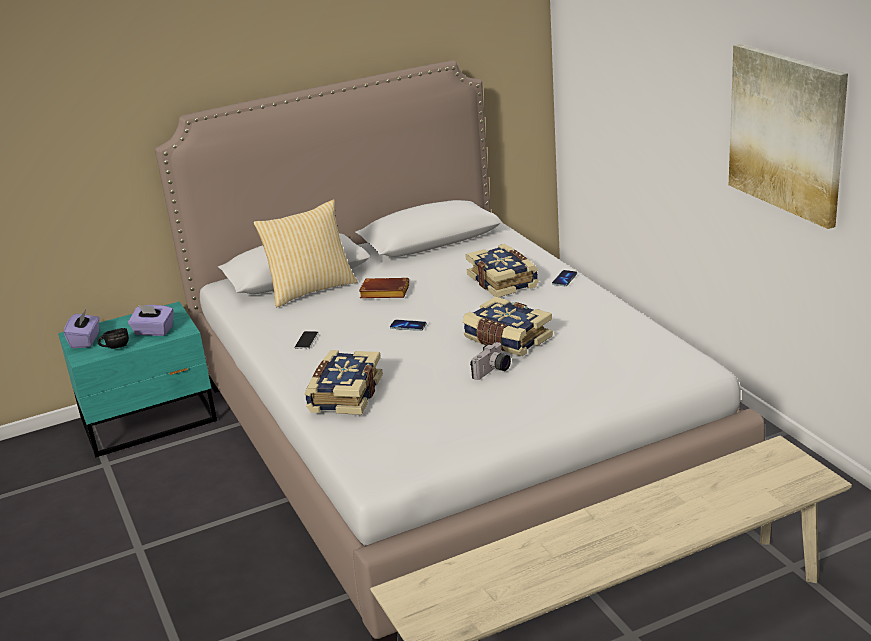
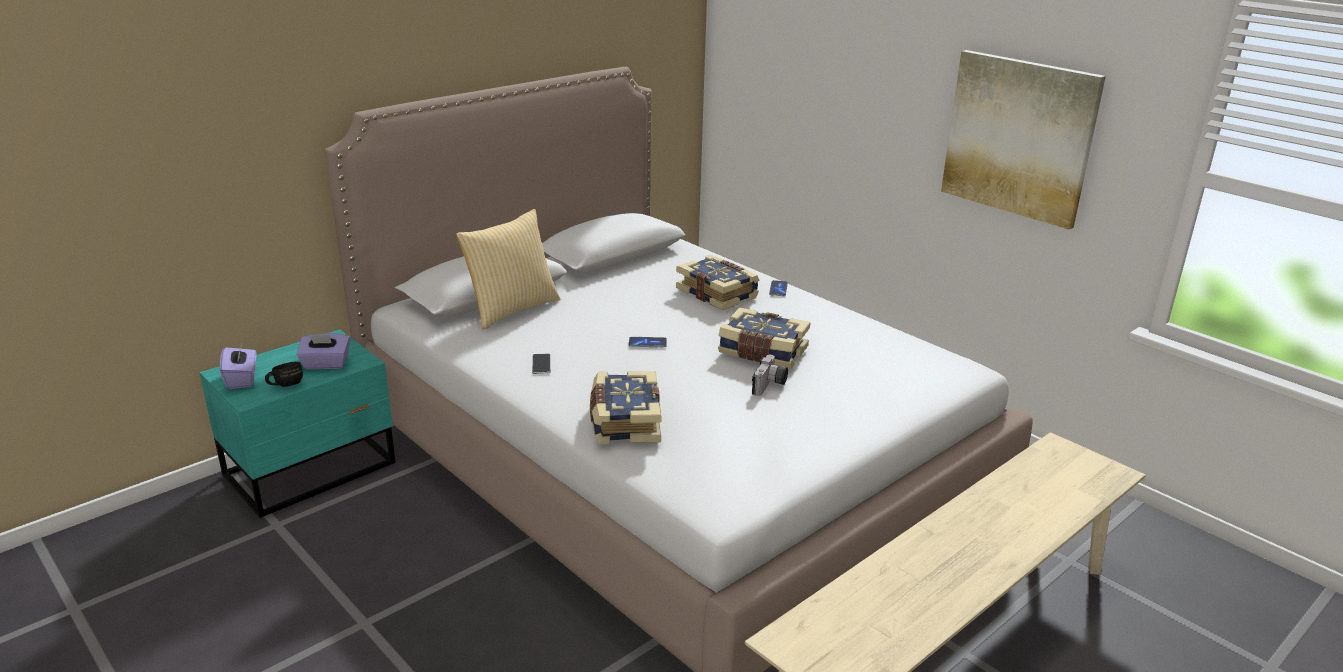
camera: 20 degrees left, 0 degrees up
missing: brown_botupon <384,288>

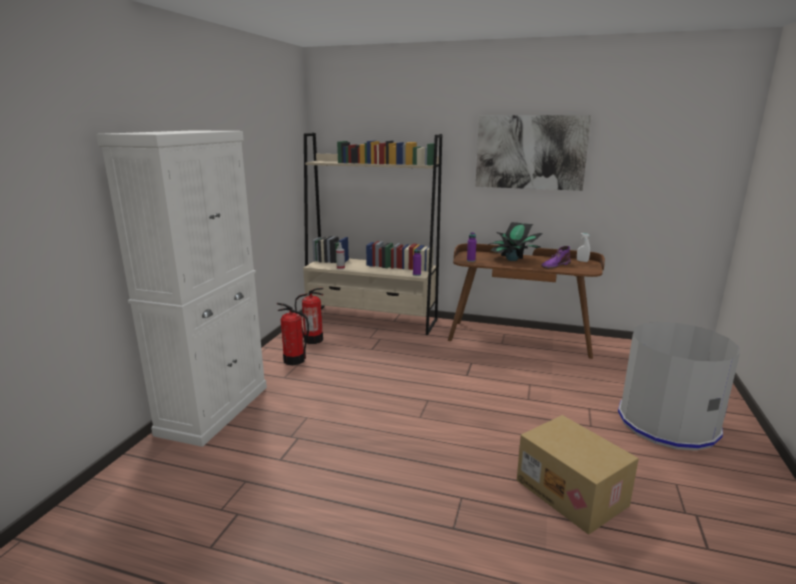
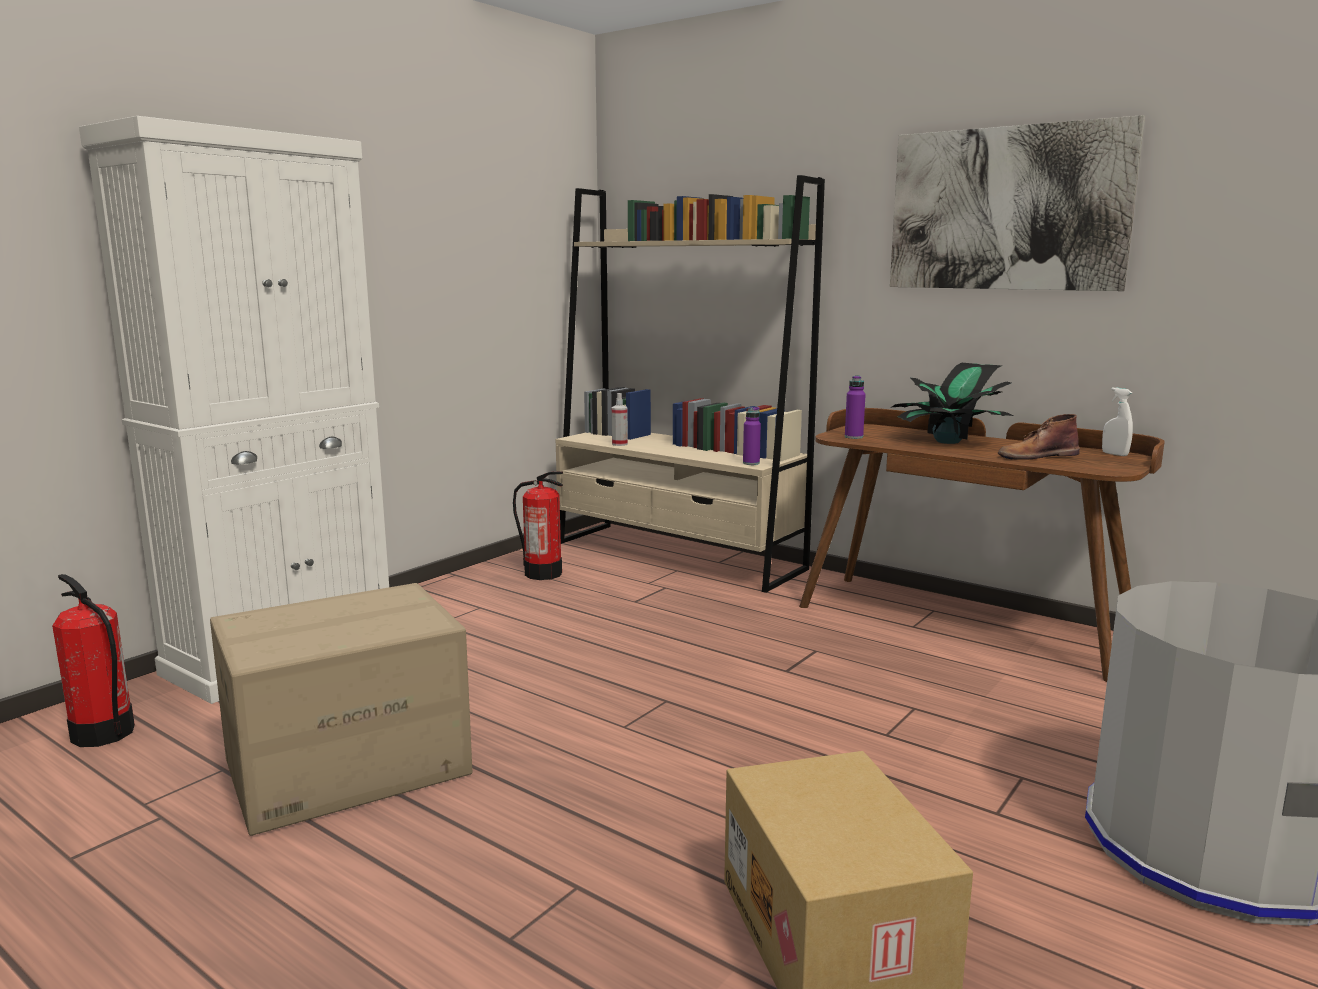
camera: 20 degrees right, 5 degrees down
appeared: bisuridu <341,709>
relocated: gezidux <293,334> to <93,660>
colour: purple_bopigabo <556,257> to brown_bopigabo <1039,437>

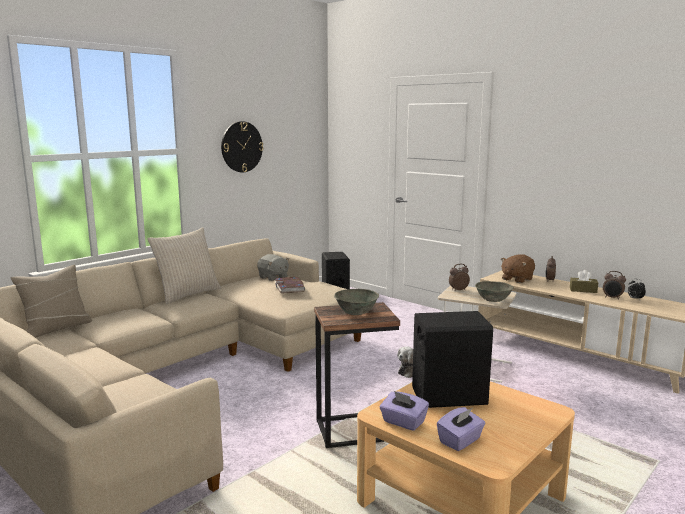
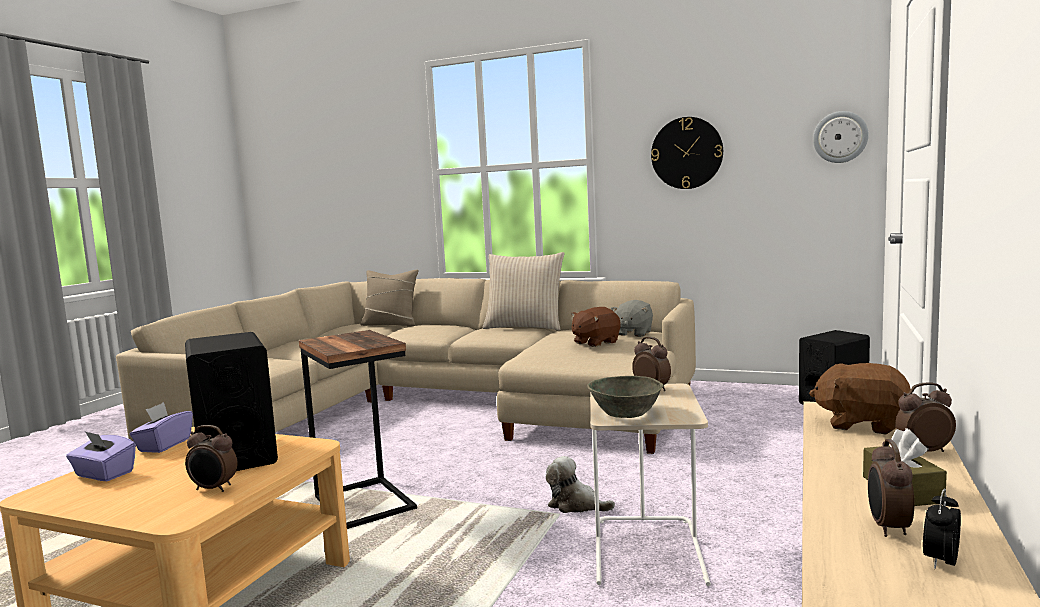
camera: 70 degrees right, 5 degrees down
missing: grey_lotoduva <356,302>
appeared: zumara <841,137>; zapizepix <211,458>
exchanged: botupon <289,285> to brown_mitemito <596,327>

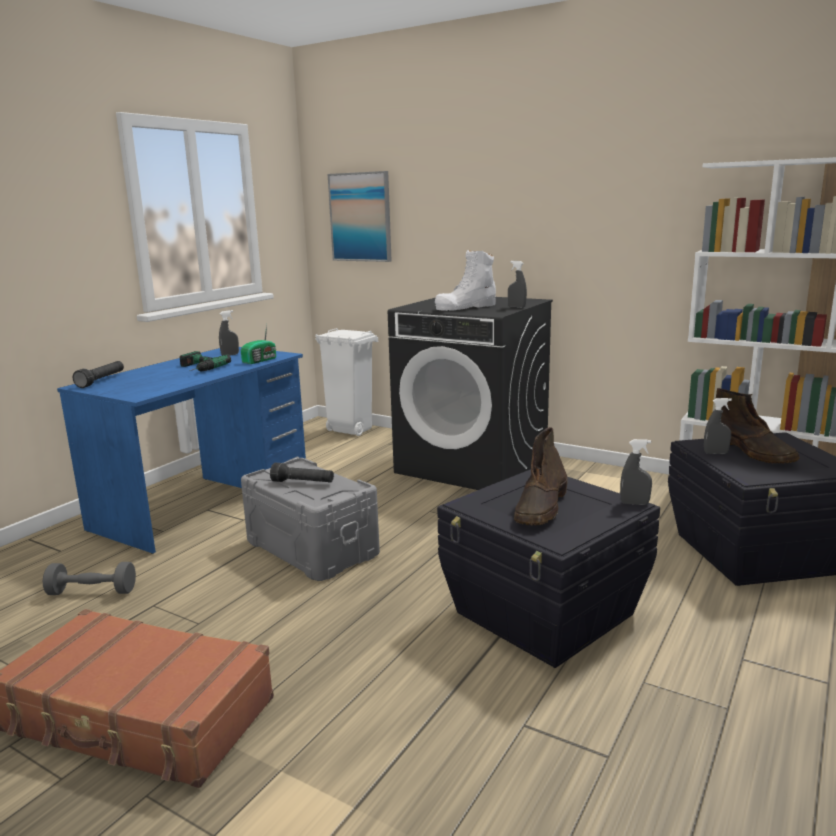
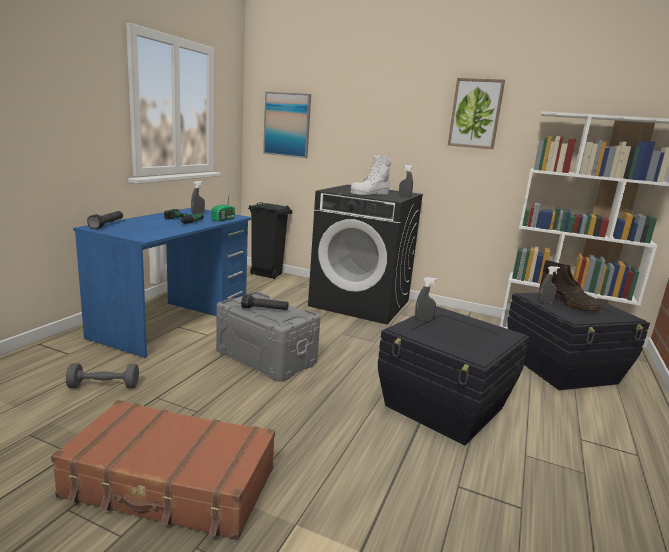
camera: 10 degrees left, 0 degrees up
missing: brown_bopigabo <541,476>
appeared: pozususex <476,113>
relocated: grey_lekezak <636,472> to <426,299>
colour: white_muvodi <346,382> to black_muvodi <270,240>

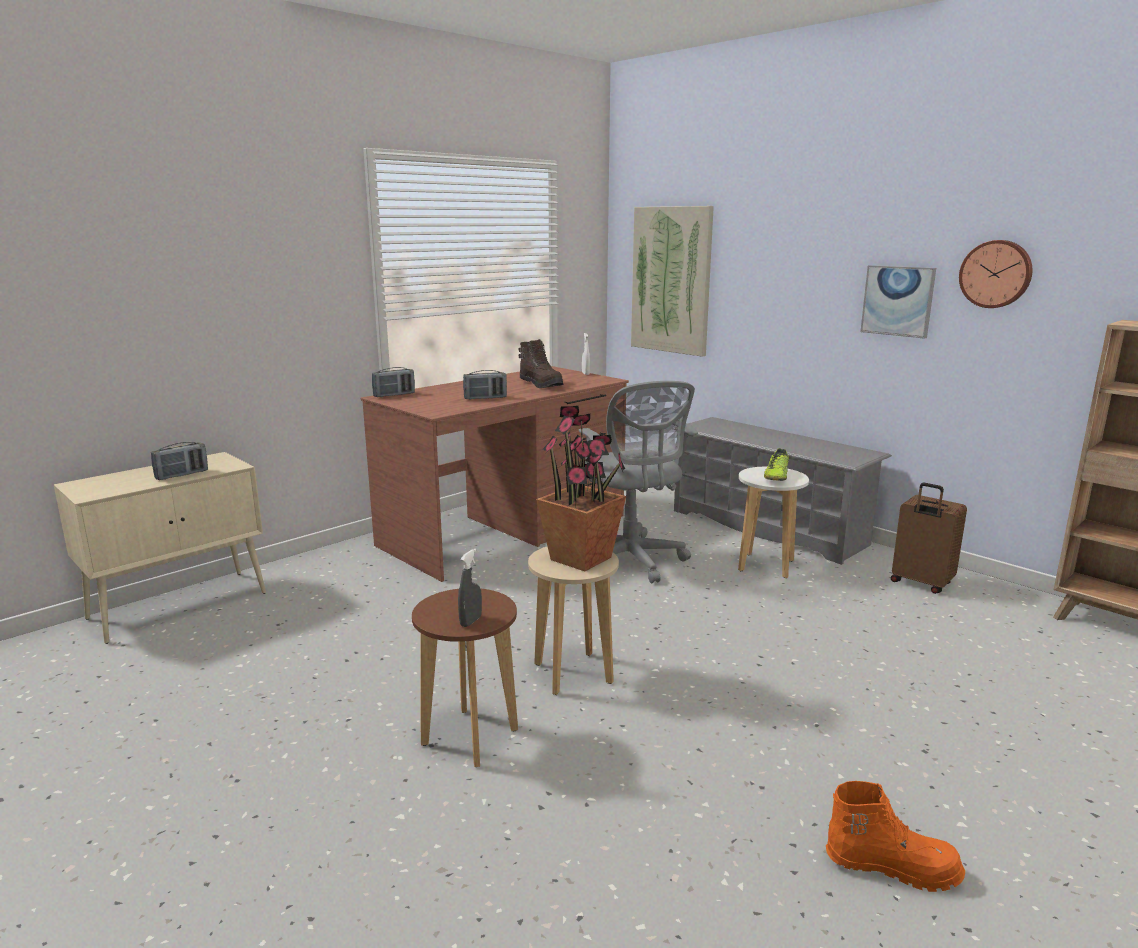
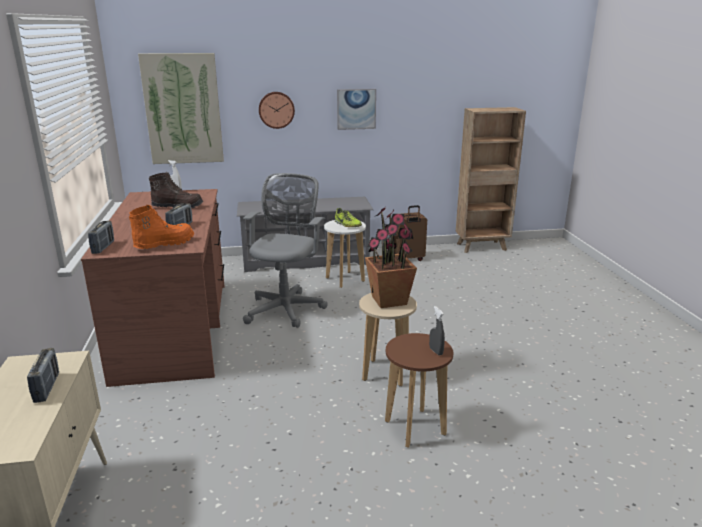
camera: 55 degrees left, 5 degrees up
relocated: zumara <995,274> to <277,110>; orange_bopigabo <895,836> to <161,227>
spun: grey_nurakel <638,482> = <285,250> 90 degrees counterclockwise

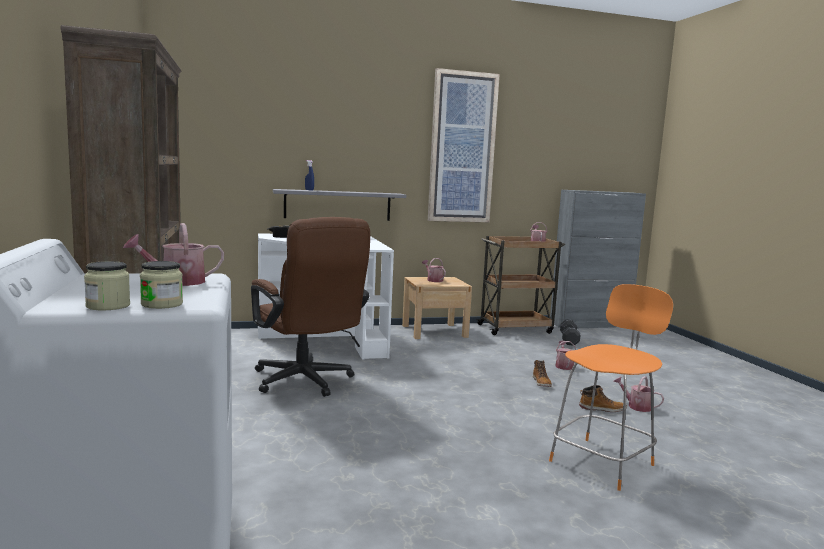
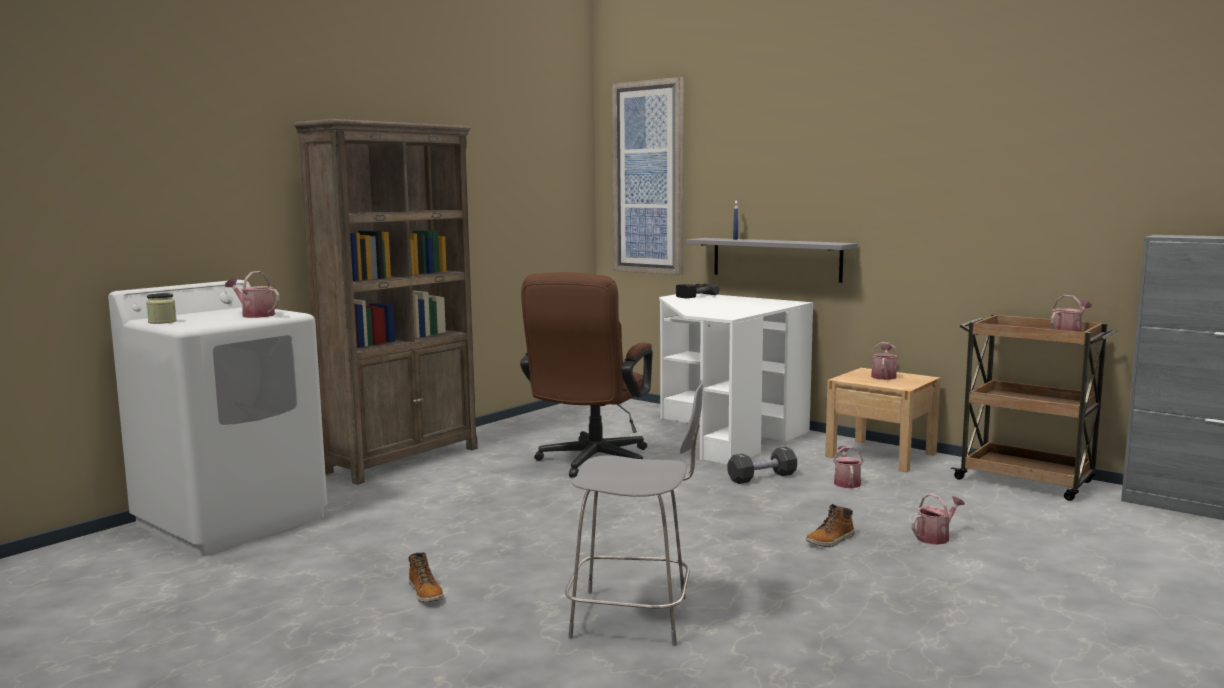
camera: 55 degrees right, 0 degrees up
missing: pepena <161,285>
relocated: pozususex <464,145> to <648,176>; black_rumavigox <570,333> to <762,465>; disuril <638,394> to <848,467>; bopigabo <603,398> to <426,577>
colour: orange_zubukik <611,387> to grey_zubukik <634,512>

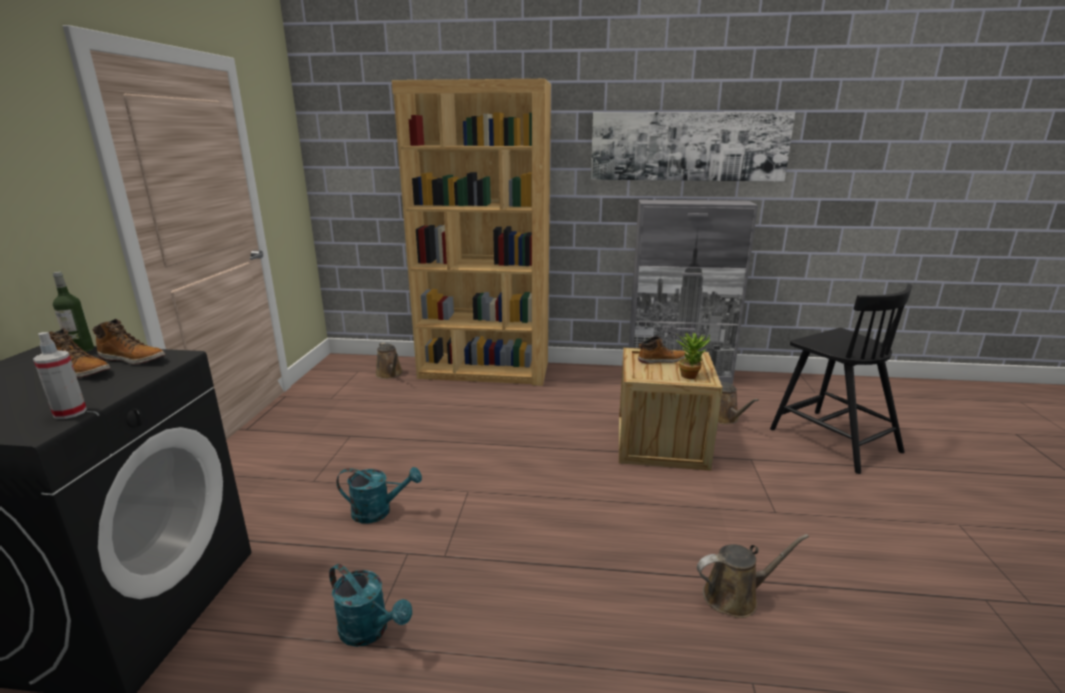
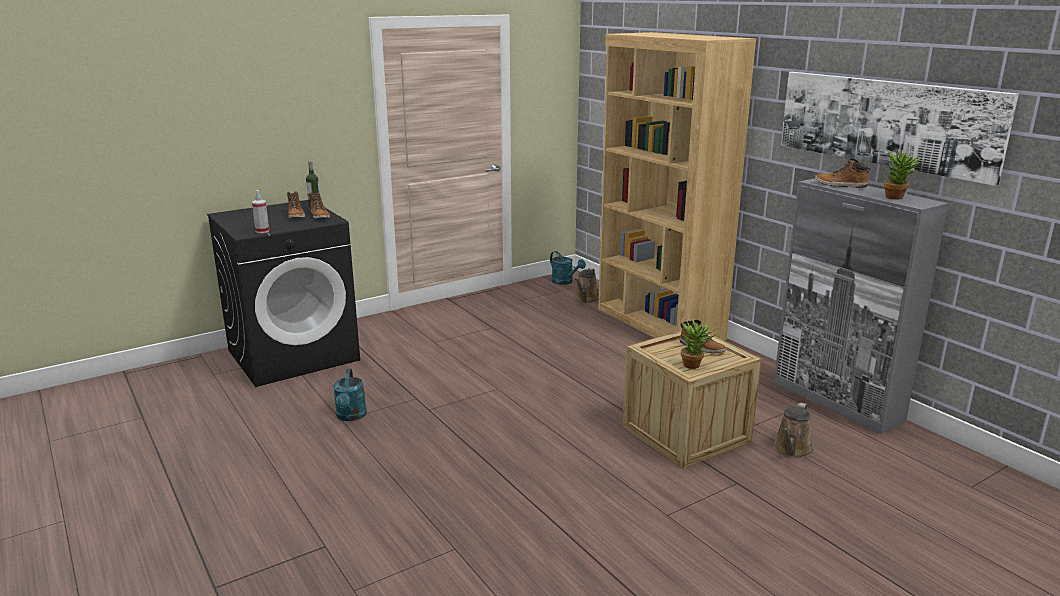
camera: 50 degrees right, 0 degrees up
missing: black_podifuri <841,379>; brown_disuril <753,576>
appeared: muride <905,174>; bopigabo <842,173>
relocated: turquoise_disuril <379,495> to <568,268>

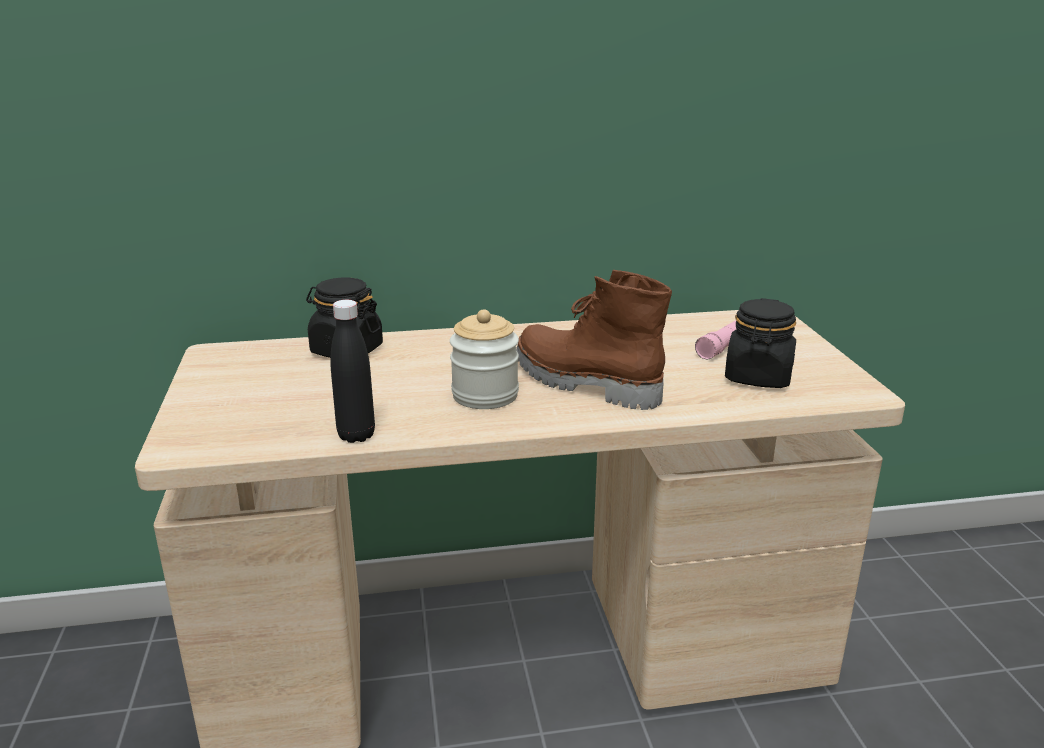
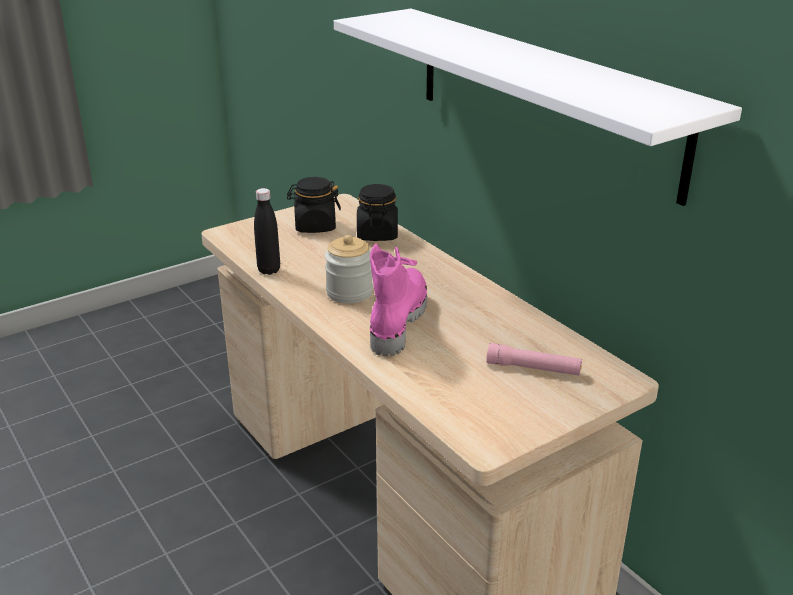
camera: 65 degrees right, 5 degrees up
appeared: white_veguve <538,107>
relocated: black_pepena <760,343> to <314,205>
colour: brown_bopigabo <594,340> to pink_bopigabo <398,300>

